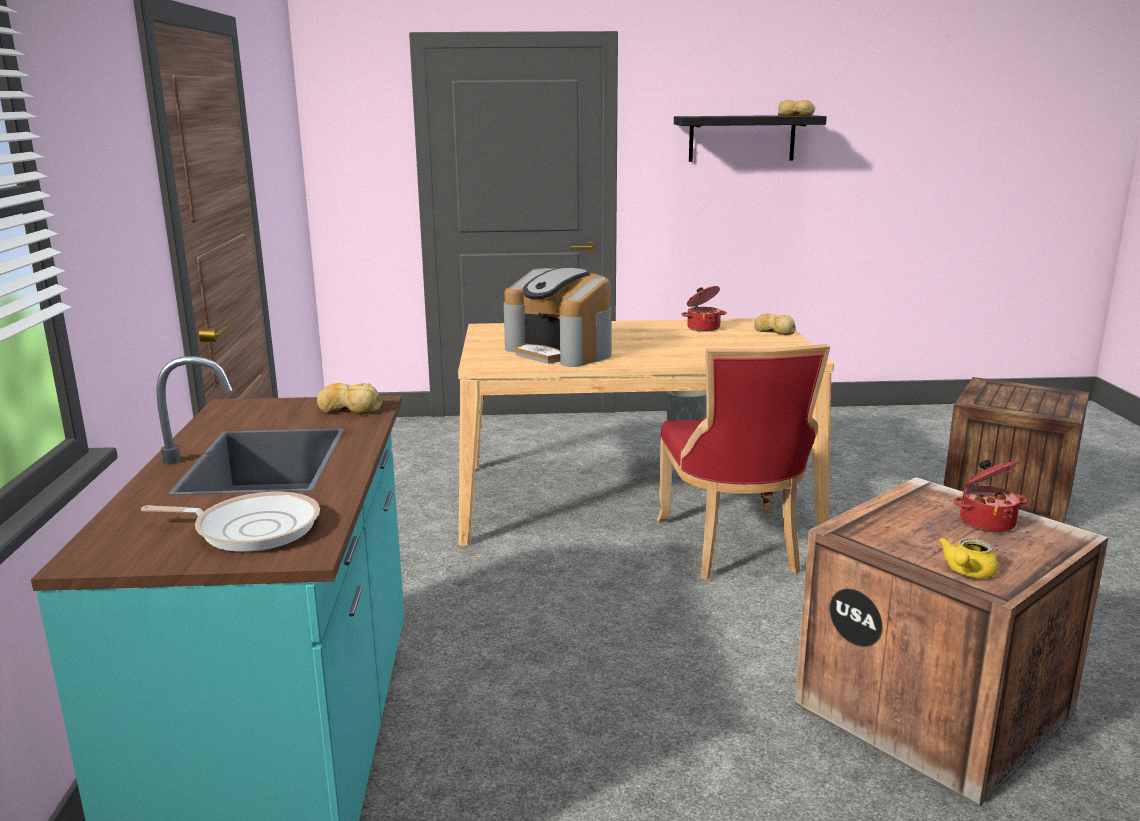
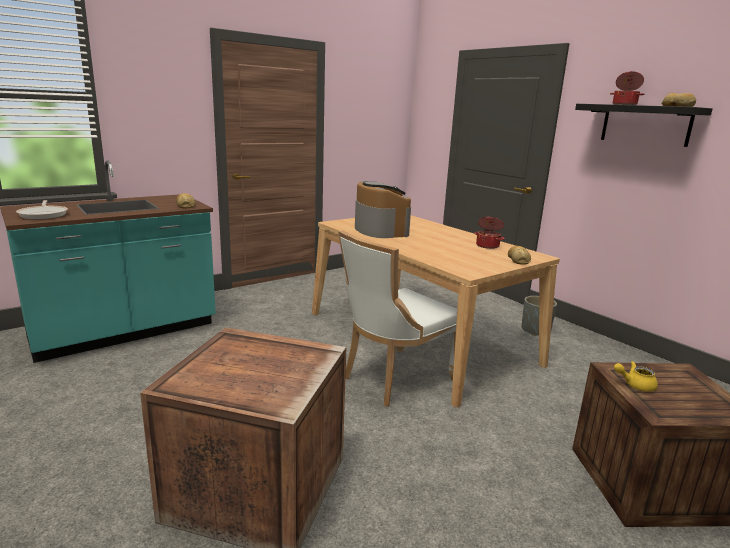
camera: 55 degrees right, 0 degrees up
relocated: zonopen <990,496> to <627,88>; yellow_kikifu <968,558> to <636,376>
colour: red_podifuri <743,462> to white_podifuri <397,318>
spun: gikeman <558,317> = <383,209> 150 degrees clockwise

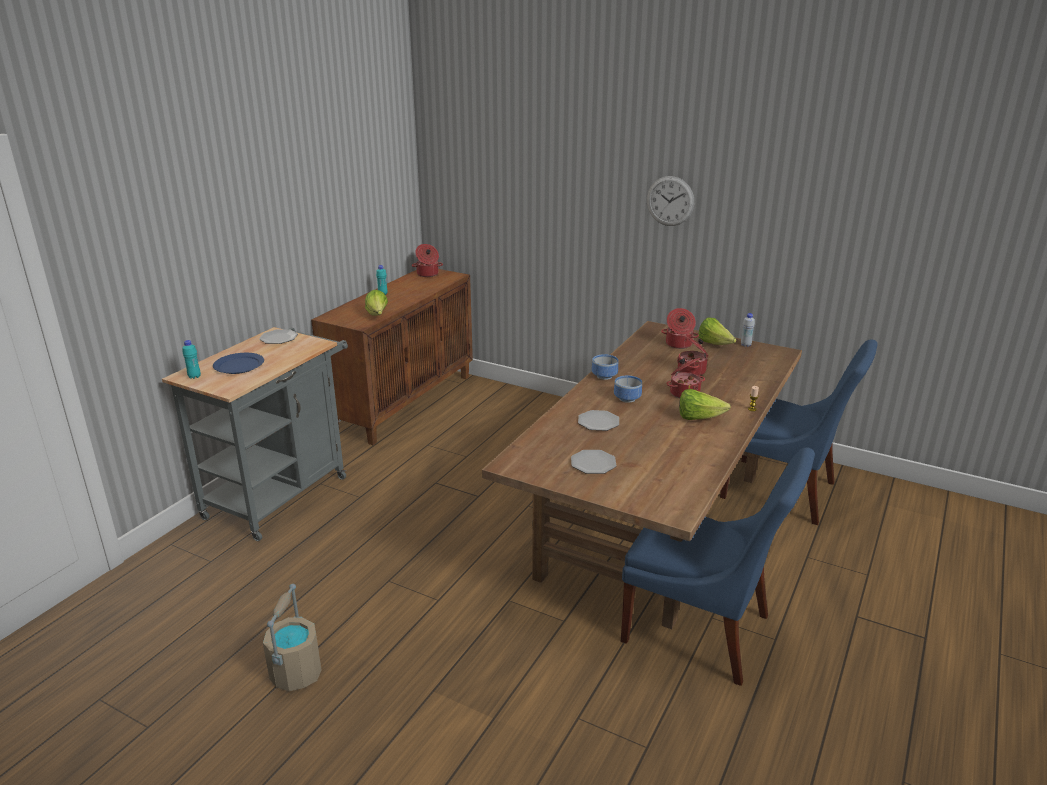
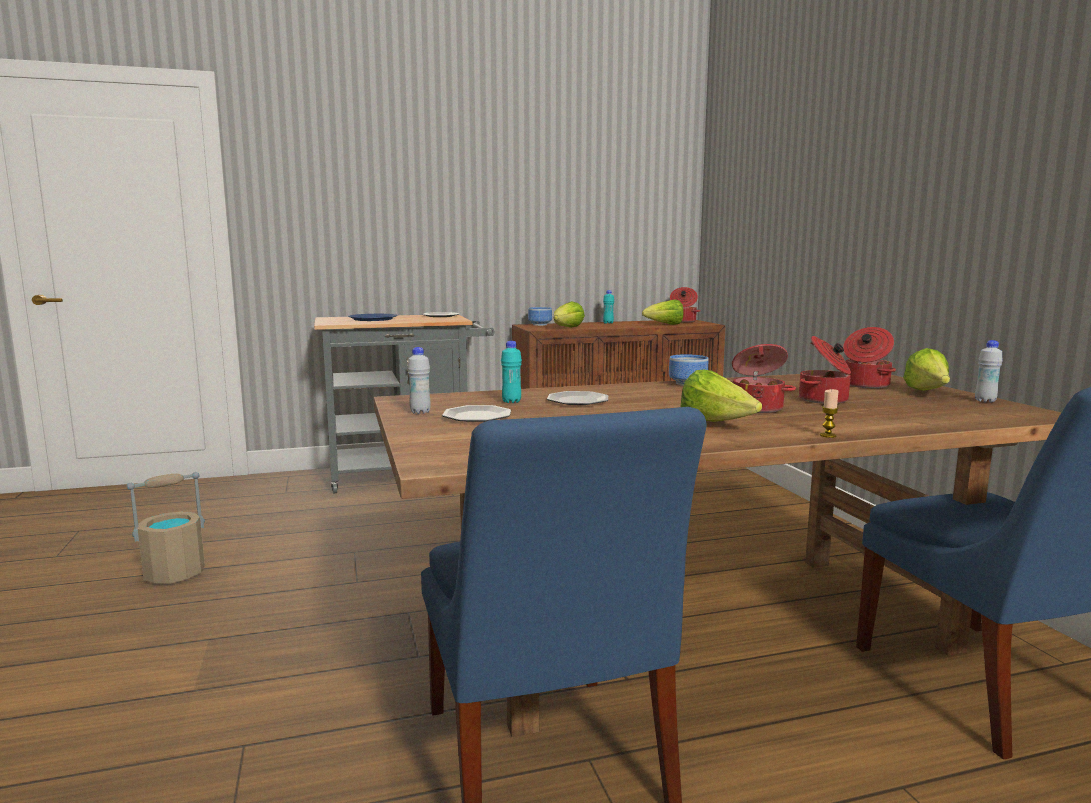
camera: 45 degrees right, 15 degrees down
missing: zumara <670,201>
appeared: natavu <662,312>; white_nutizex <419,380>
relocated: turquoise_nutizex <191,359> to <511,372>; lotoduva <628,389> to <540,316>

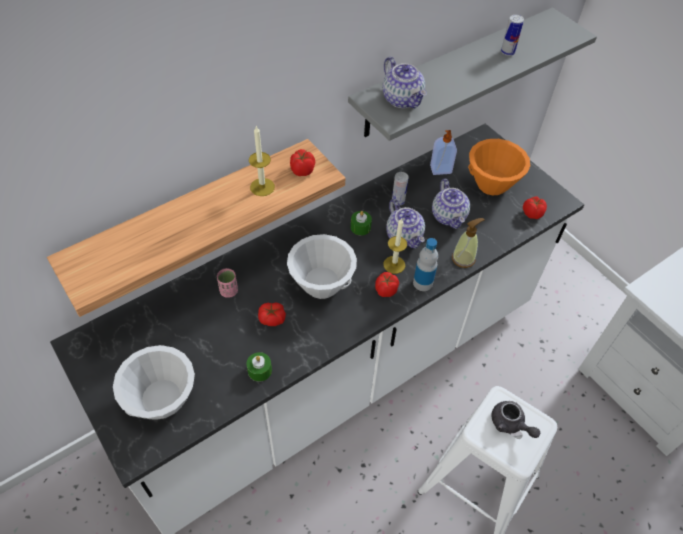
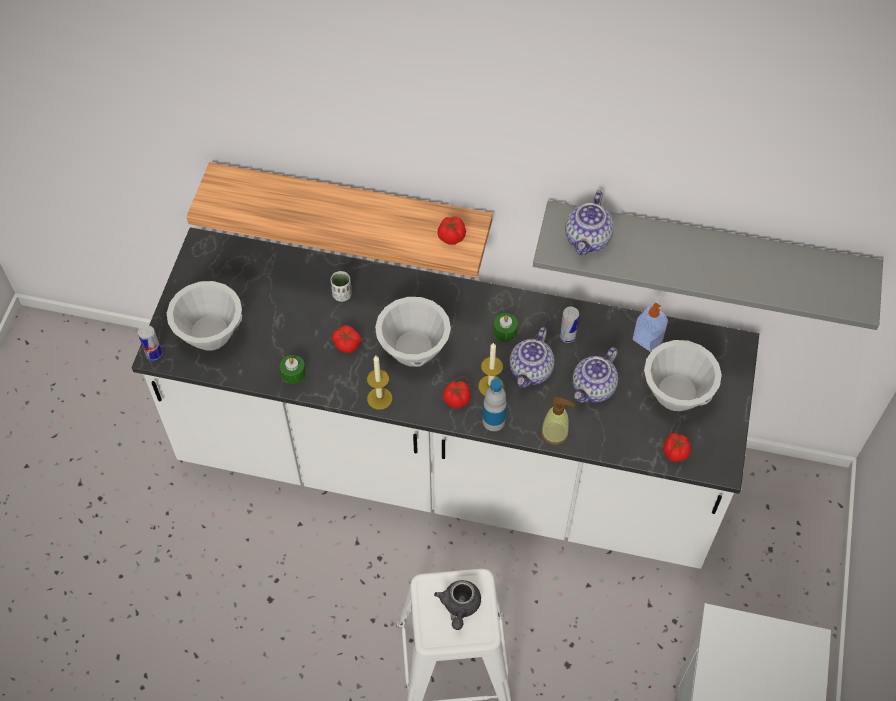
camera: 50 degrees right, 5 degrees up
relocated: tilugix <512,35> to <150,343>; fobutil <262,161> to <379,383>
colour: orange_lotoduva <499,167> to white_lotoduva <683,375>; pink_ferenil <227,283> to white_ferenil <341,286>

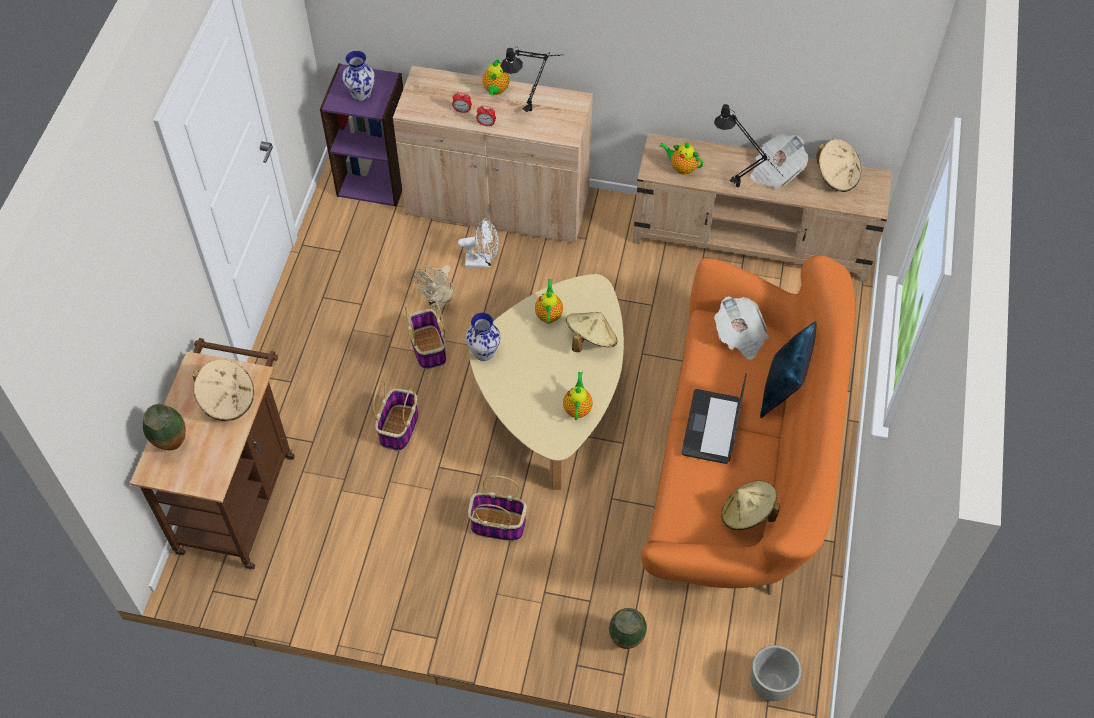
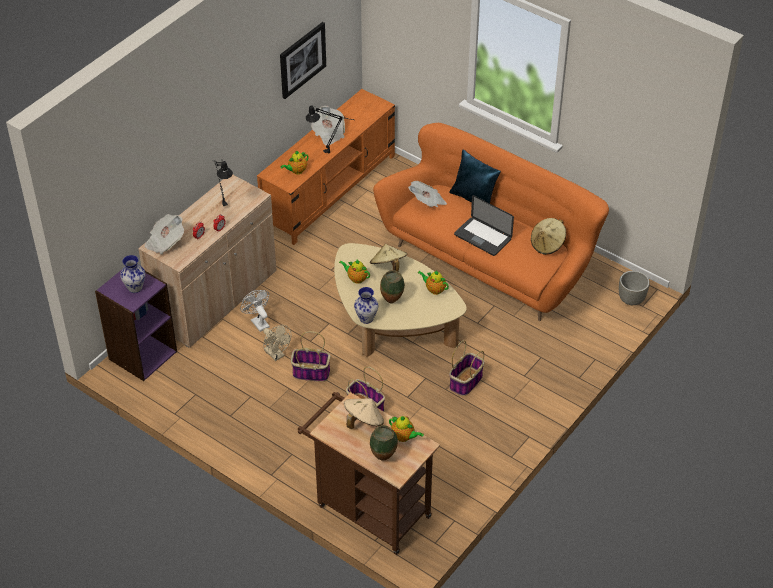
camera: 65 degrees left, 10 degrees down
missing: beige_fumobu <838,165>
appeared: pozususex <303,60>; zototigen <164,234>
relocated: kikifu <495,77> to <406,429>; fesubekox <628,628> to <392,286>
colour: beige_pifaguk <762,207> to orange_pifaguk <326,167>
spun: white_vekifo <478,243> = <255,311> 60 degrees counterclockwise

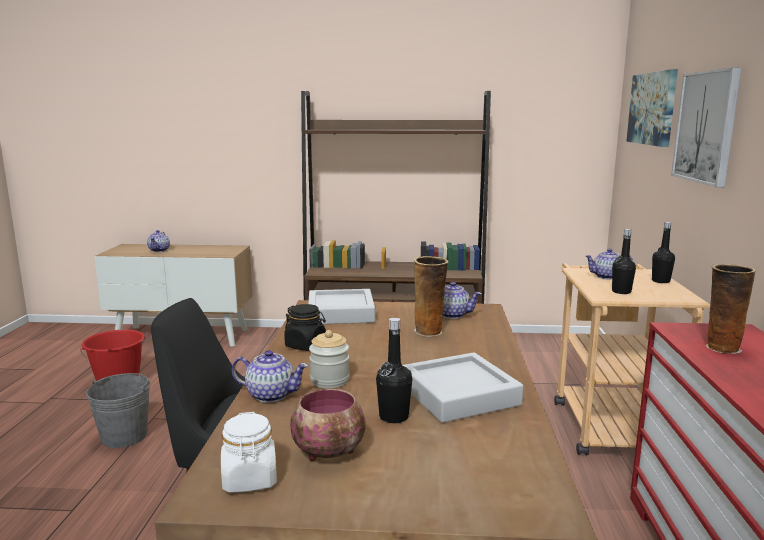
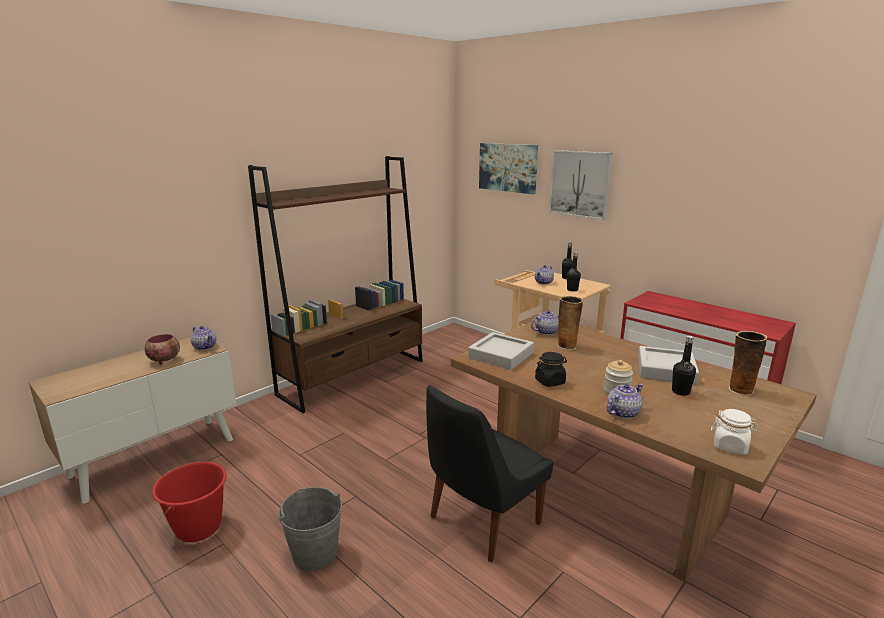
camera: 50 degrees left, 5 degrees up
relocated: kikifu <158,241> to <203,338>; fesubekox <731,309> to <747,363>; lotoduva <328,425> to <162,349>

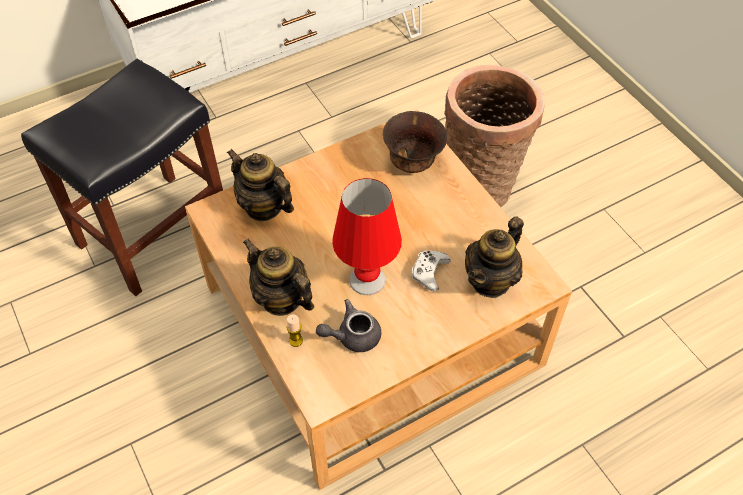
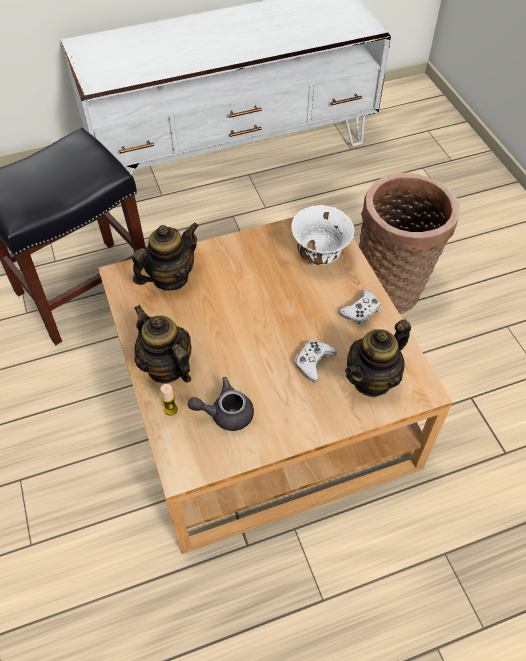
camera: 10 degrees right, 0 degrees up
missing: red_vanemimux <367,236>
appeared: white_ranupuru <359,308>
colour: brown_lotoduva <415,142> to white_lotoduva <322,235>
spun: kikifu <260,185> = <165,256> 90 degrees clockwise

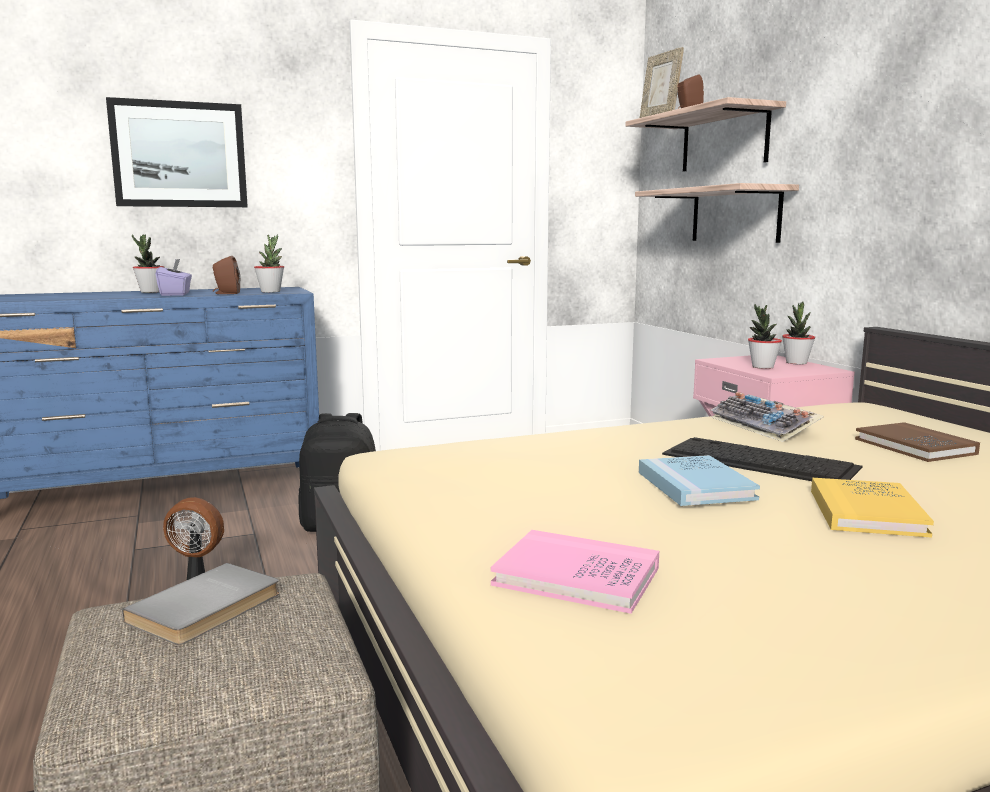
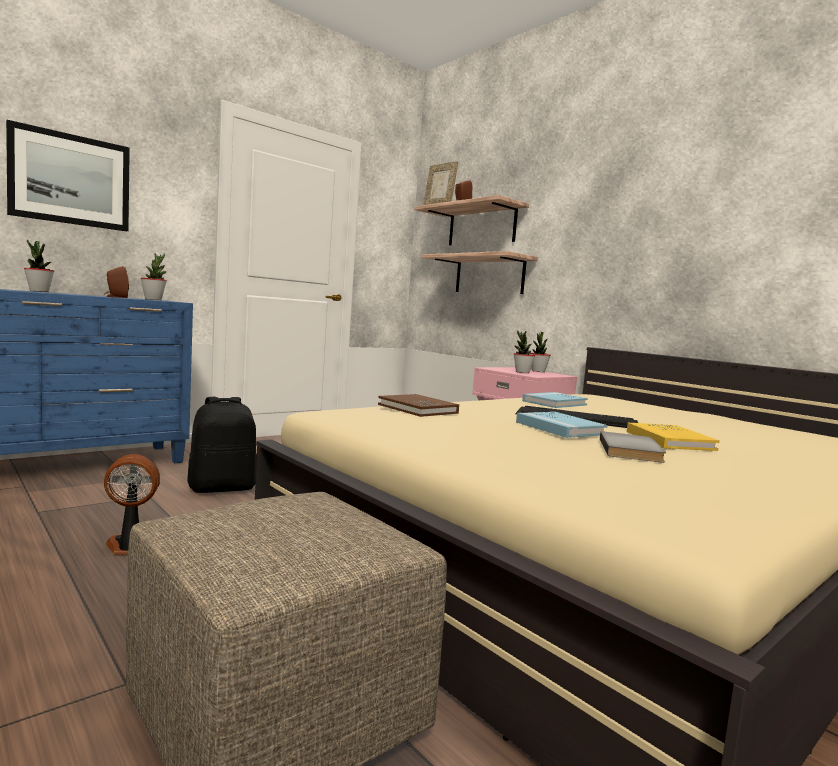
camera: 20 degrees left, 5 degrees down
missing: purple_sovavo <174,277>; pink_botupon <575,572>
relocated: brown_botupon <917,442> to <418,405>; grey_botupon <200,604> to <633,447>
exchanged: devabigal <767,417> to blue_botupon <555,400>

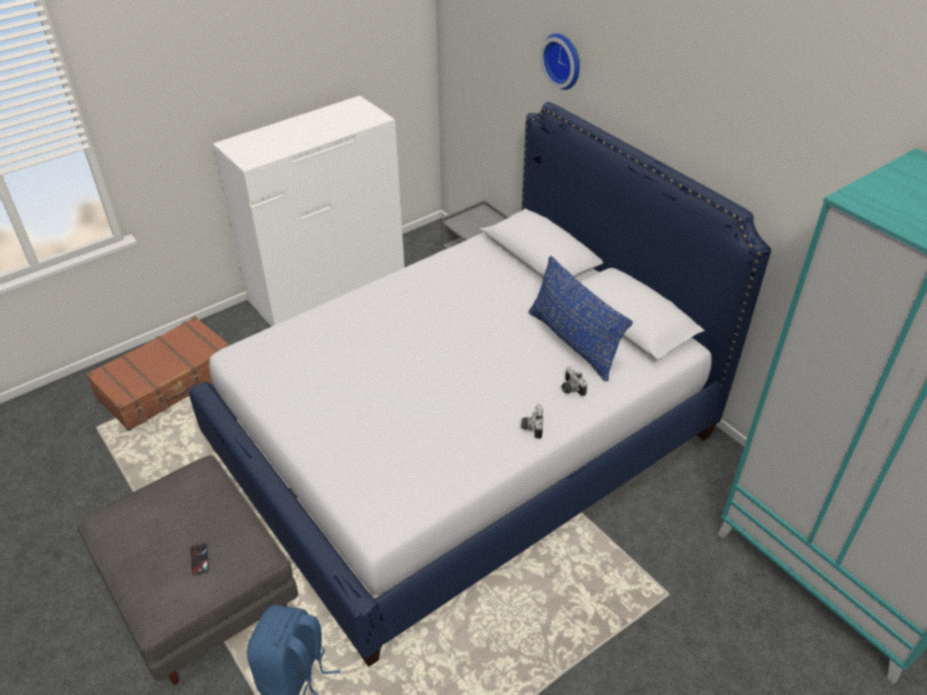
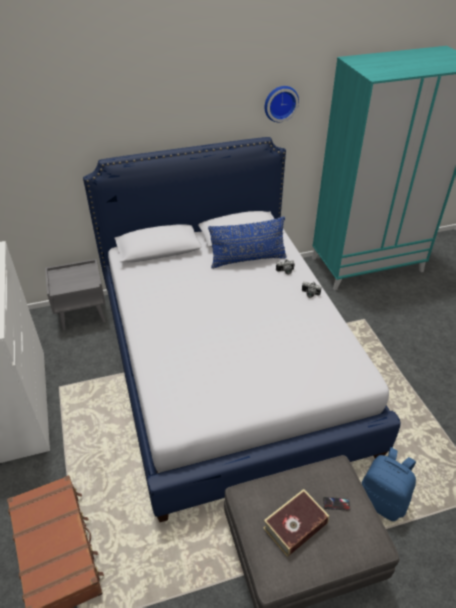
camera: 70 degrees left, 0 degrees up
appeared: botupon <296,523>
relocated: zumara <560,61> to <282,104>

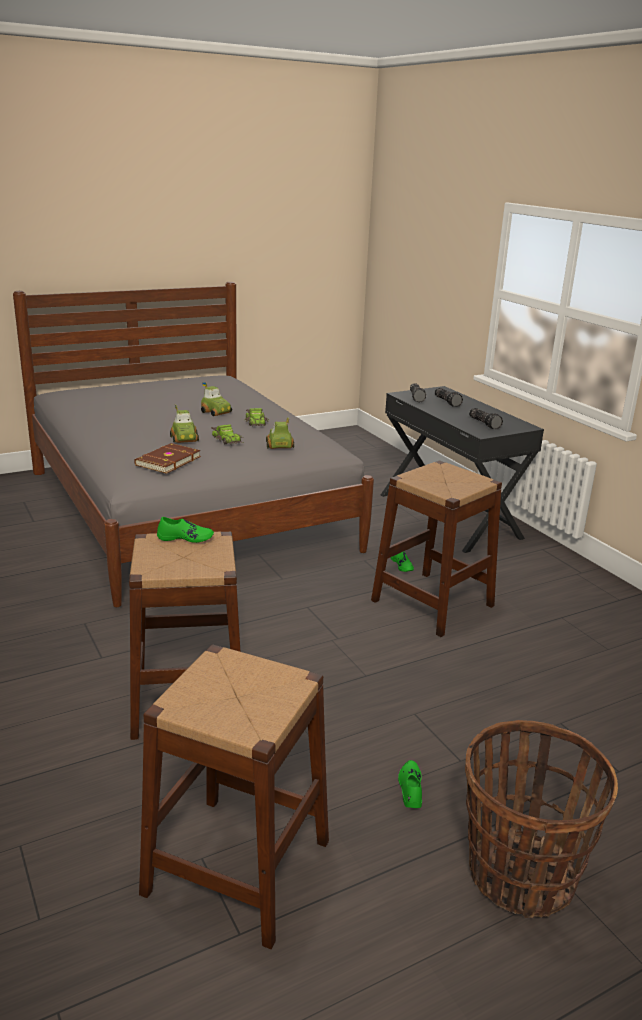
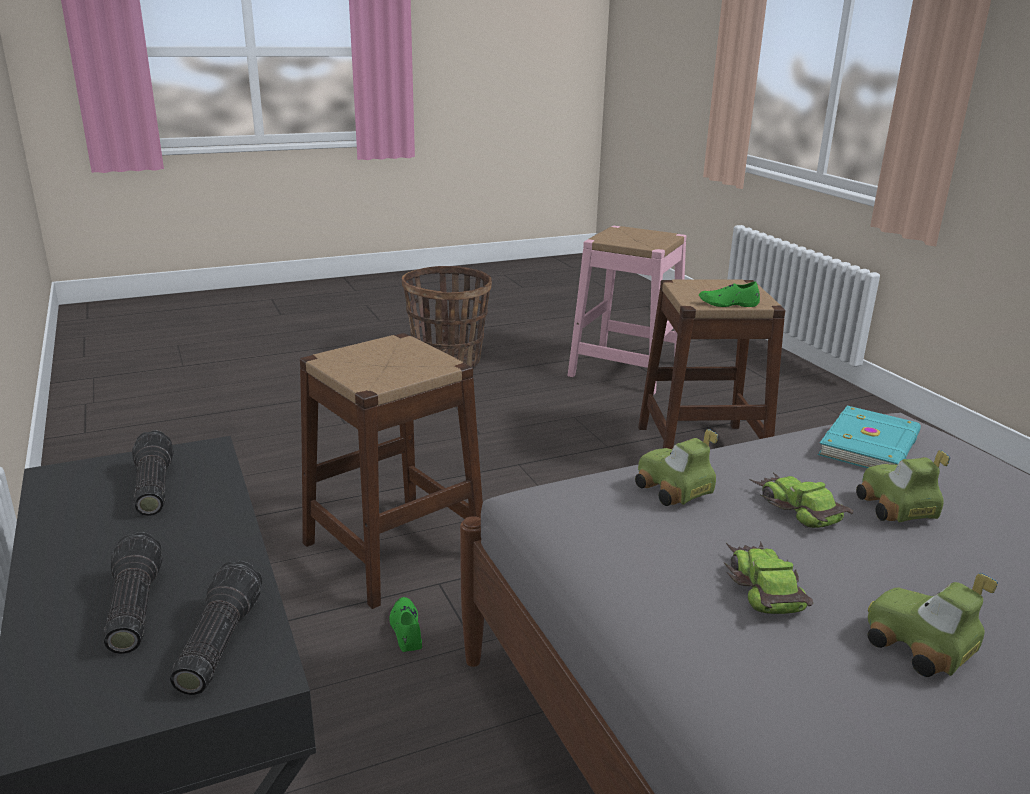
camera: 175 degrees left, 0 degrees up
missing: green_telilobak <410,784>
colour: brown_botupon <167,458> to turquoise_botupon <869,437>; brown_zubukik <234,797> to pink_zubukik <627,310>
spun: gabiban <280,433> = <676,467> 150 degrees clockwise

